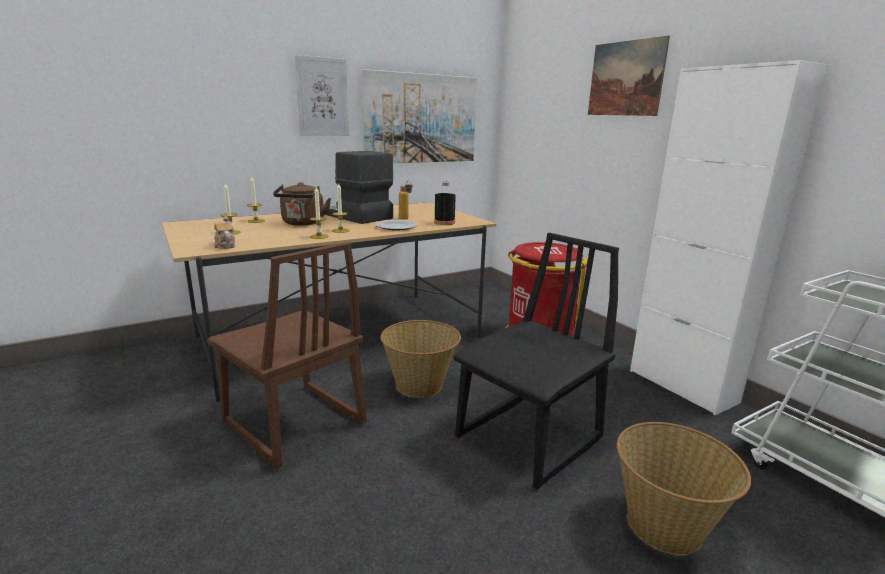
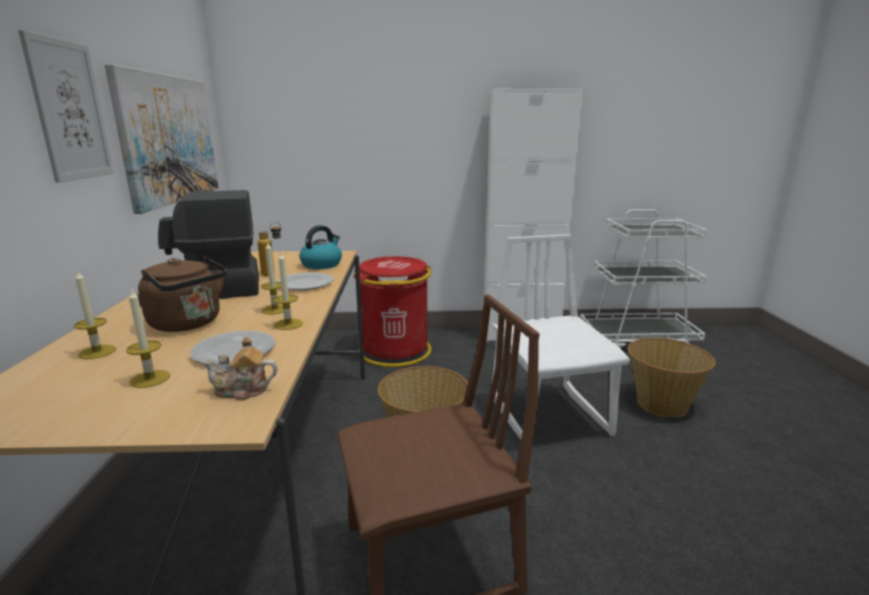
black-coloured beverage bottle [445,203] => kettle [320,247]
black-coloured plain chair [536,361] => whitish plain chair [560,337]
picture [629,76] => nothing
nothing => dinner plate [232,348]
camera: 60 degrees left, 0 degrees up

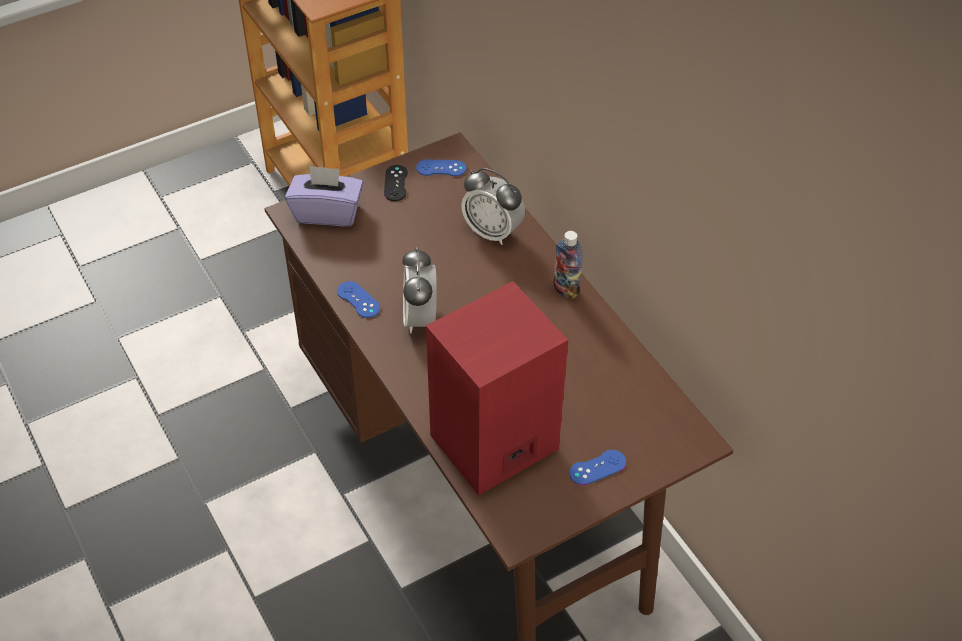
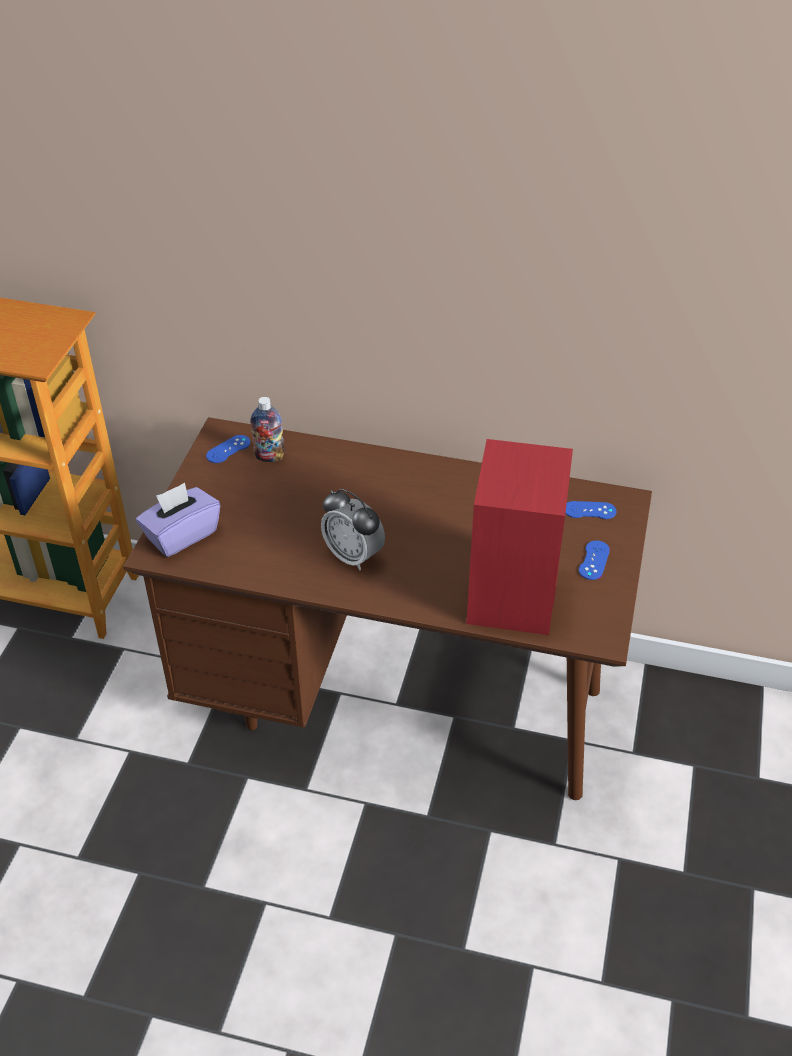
blue-coloured joypad [358,299] => blue-coloured joypad [590,510], shifted
black-coloured joypad [396,183] => nothing
bedside clock [493,206] => nothing
beverage bottle [568,265] => beverage bottle [267,429], shifted
camera: 45 degrees left, 5 degrees down

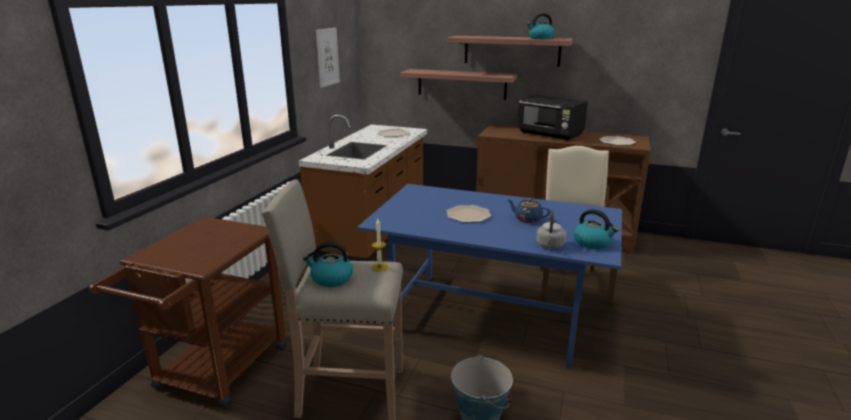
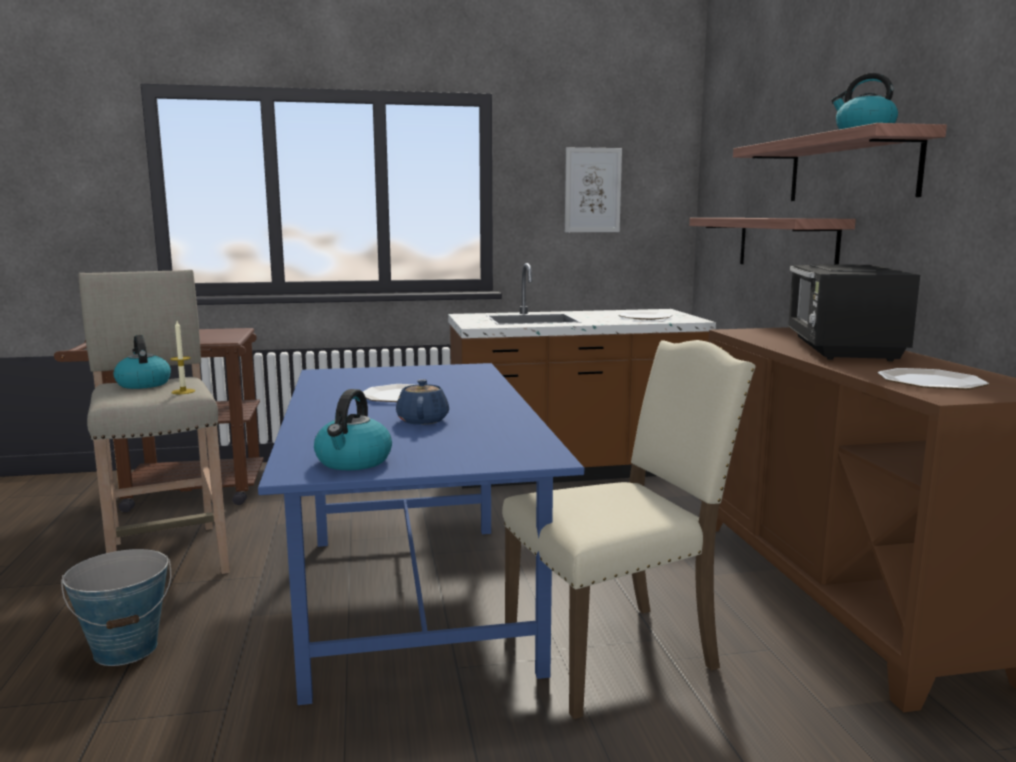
gray kettle [551,230] => nothing
camera: 60 degrees right, 10 degrees down

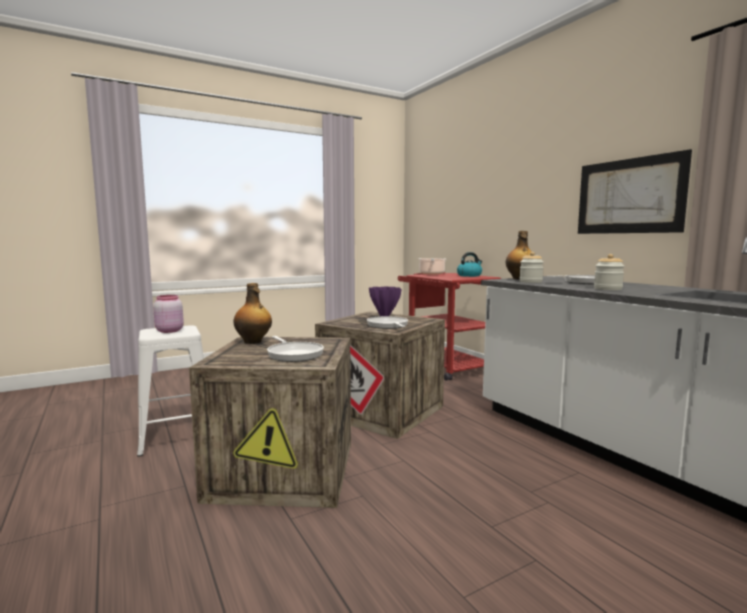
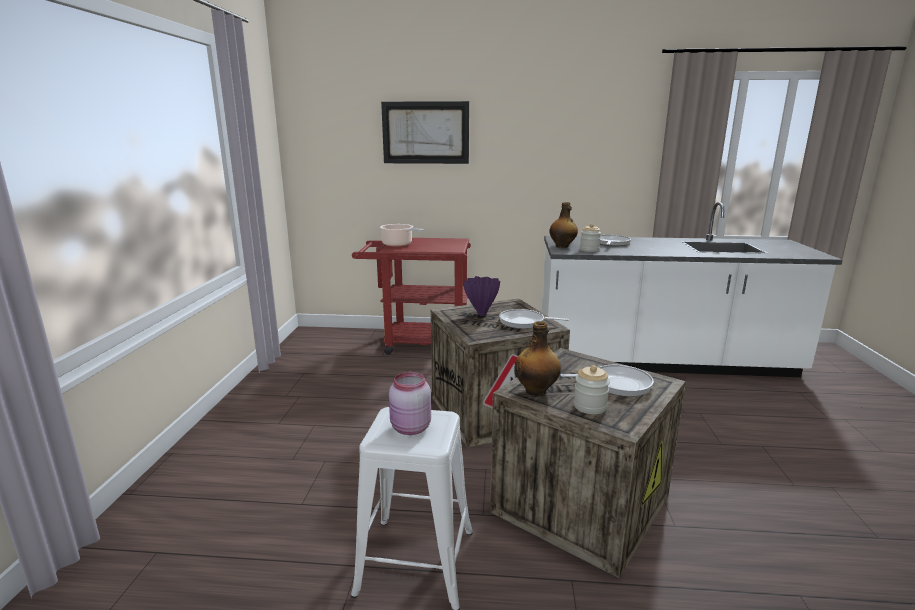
kettle [469,264] => nothing
picture [635,191] => picture [425,132], shifted
jar [609,272] => jar [592,389], shifted
camera: 55 degrees left, 10 degrees up

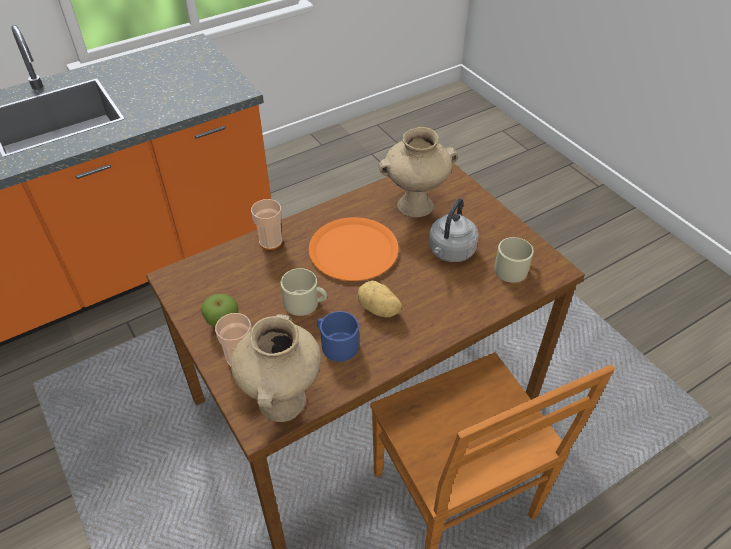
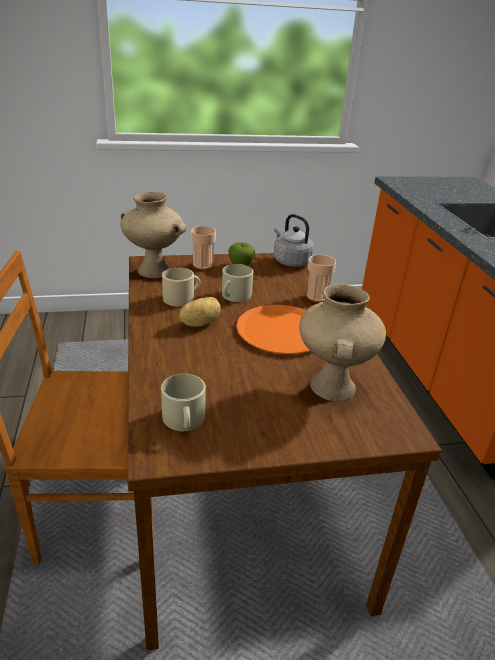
blue-coloured mug [338,336] => beige-coloured mug [181,287]
gray kettle [454,230] => gray kettle [294,240], shifted
camera: 110 degrees right, 15 degrees down

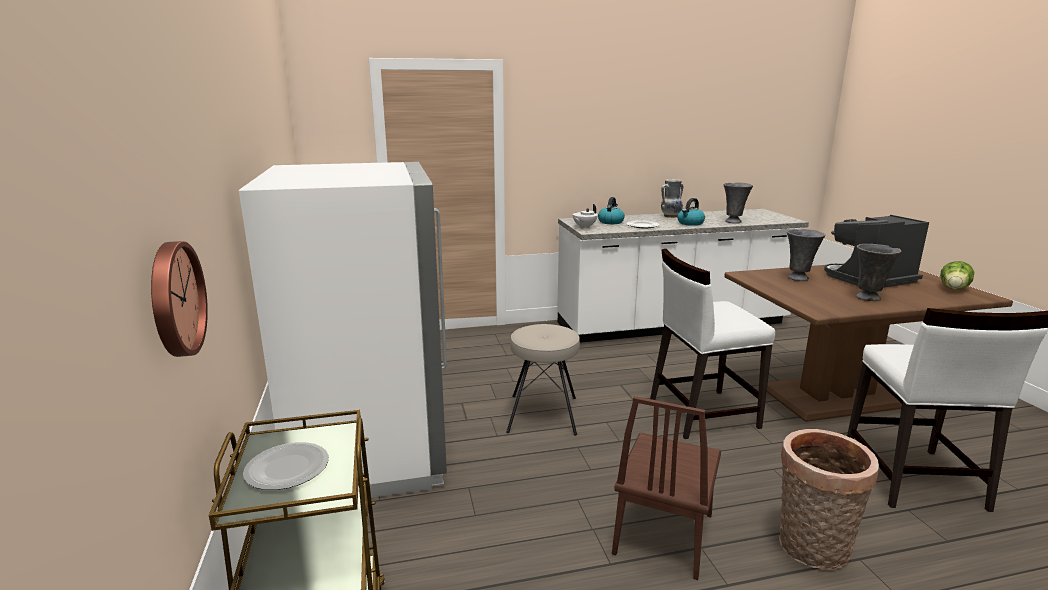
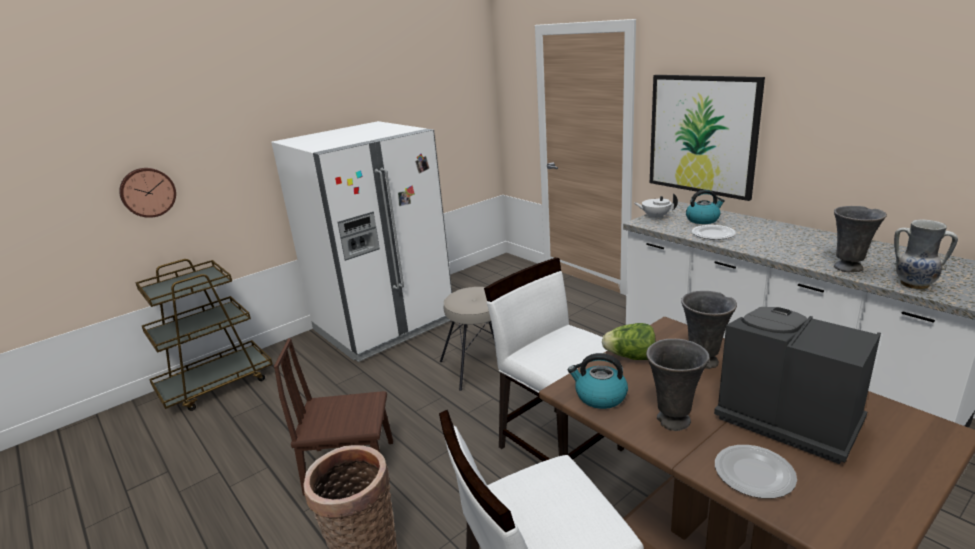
dinner plate [286,466] => dinner plate [756,472], shifted
decorative vase [672,198] => decorative vase [926,254], shifted
kettle [691,212] => kettle [598,381], shifted
lettuce [957,275] => lettuce [629,341], shifted
nothing => picture [707,138]
camera: 65 degrees right, 5 degrees up

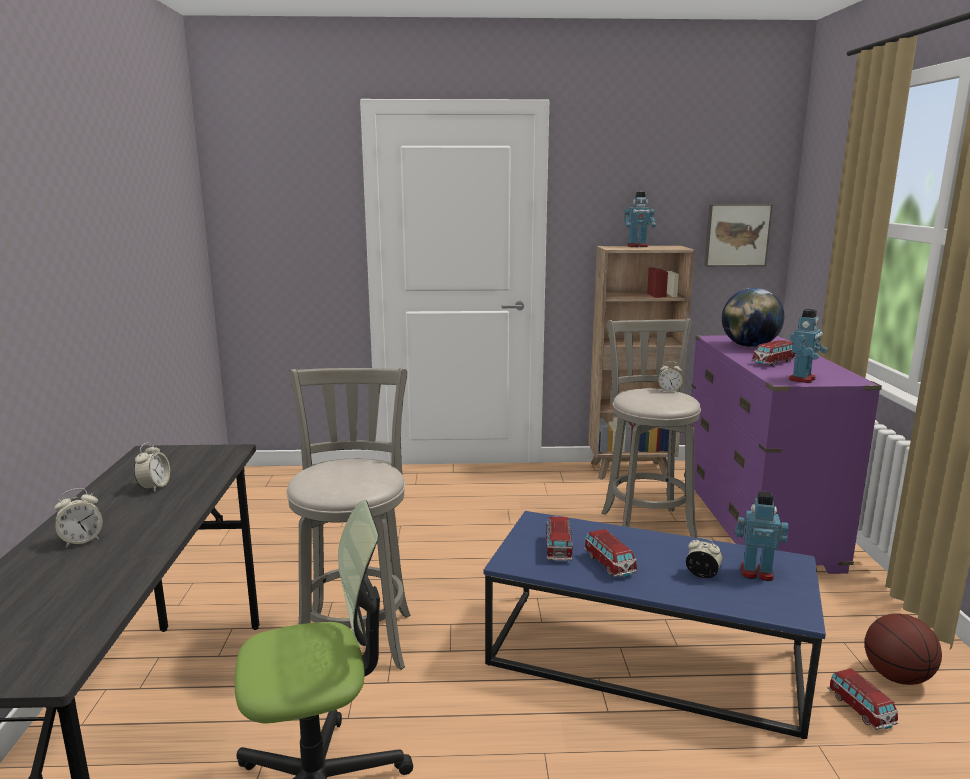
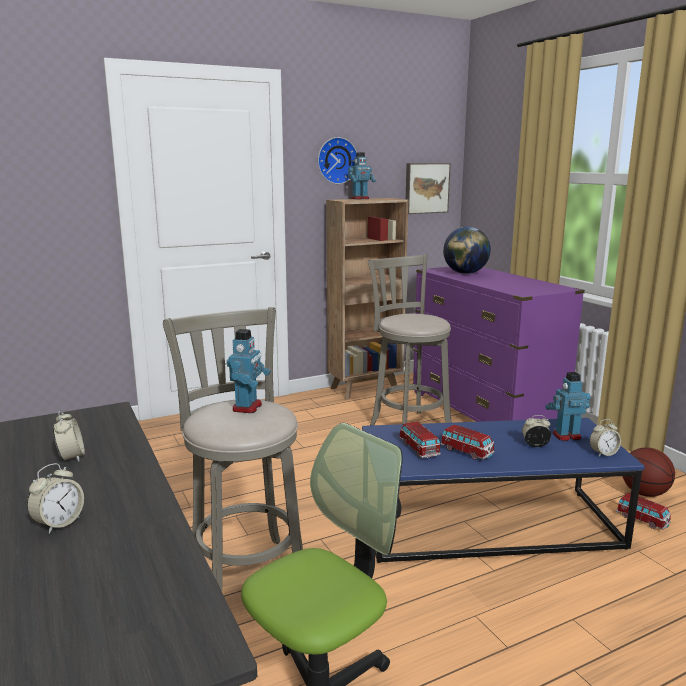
bedside clock [670,376] => bedside clock [605,437], shifted
toy car [773,353] => nothing
toy robot [808,346] => toy robot [249,371], shifted
nothing => clock on the wall [337,160]
camera: 25 degrees left, 0 degrees up

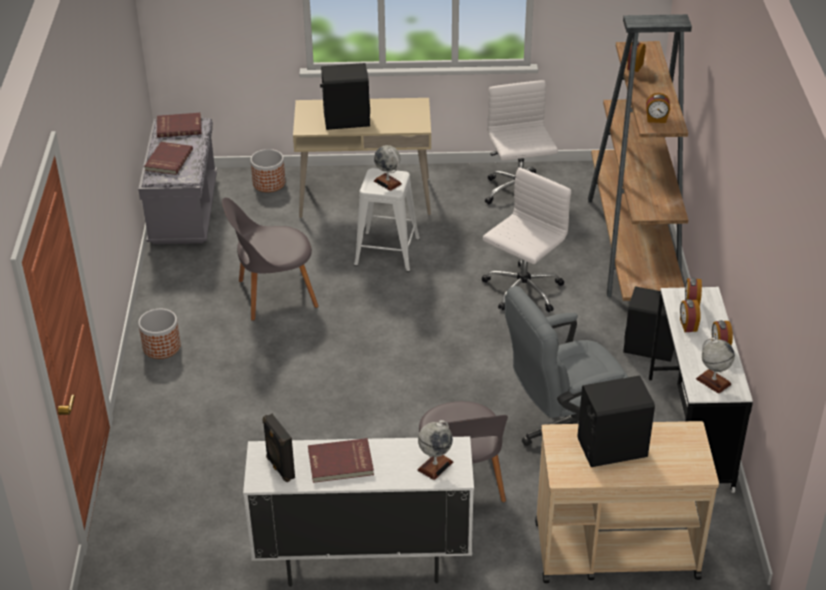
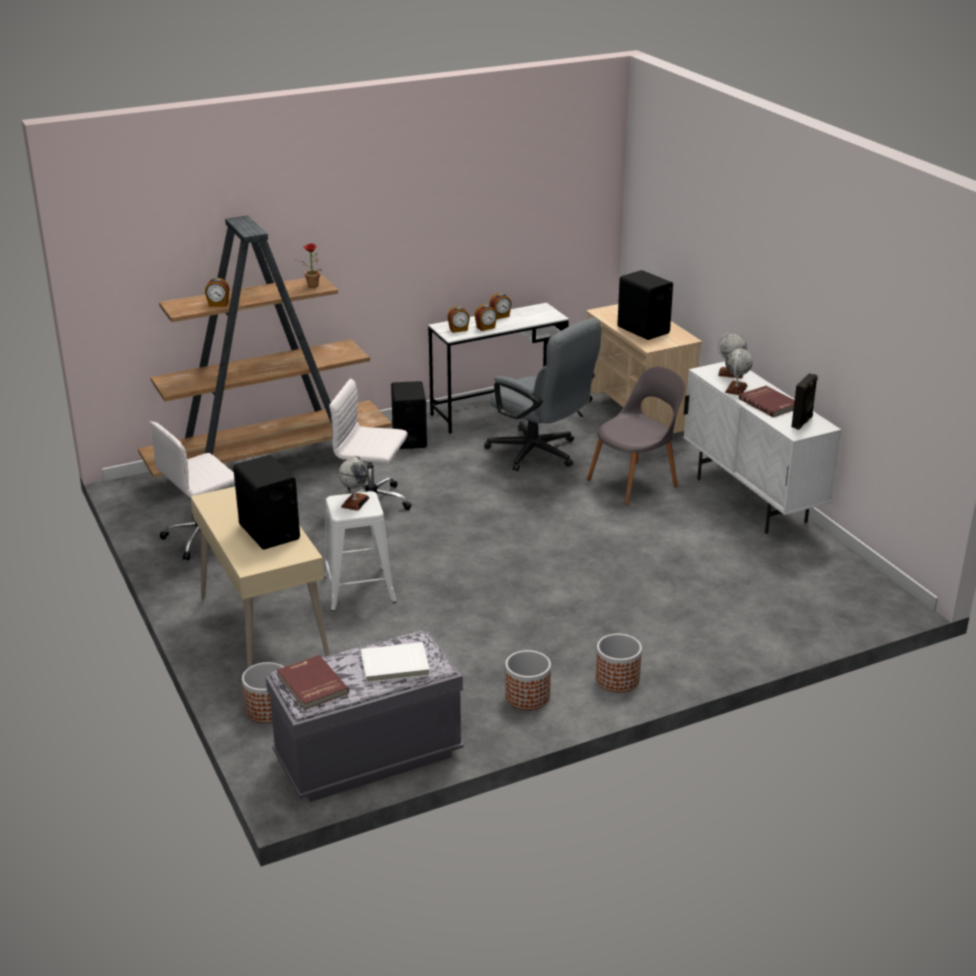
reddish volume [168,158] => whitish volume [395,662]
gray plain chair [270,259] => nothing
bedside clock [658,108] => houseplant [308,265]
world globe [715,366] => world globe [739,371], shifted
nothing => planter [528,680]
camera: 115 degrees left, 10 degrees down

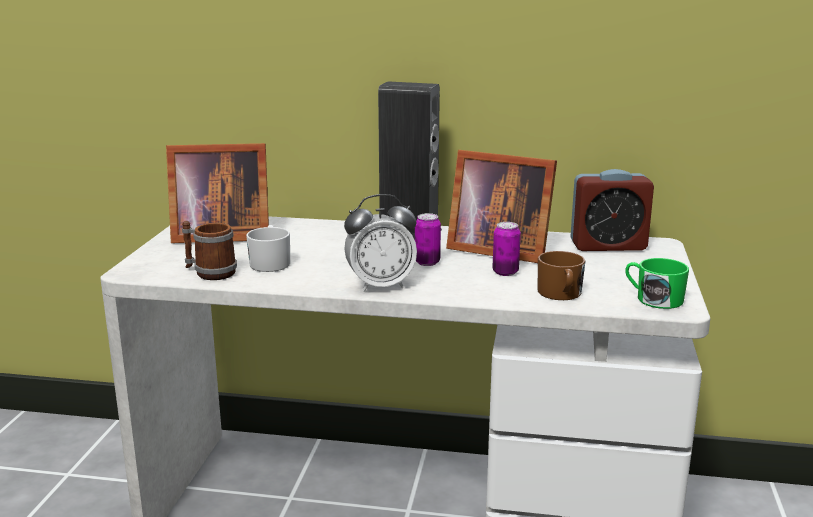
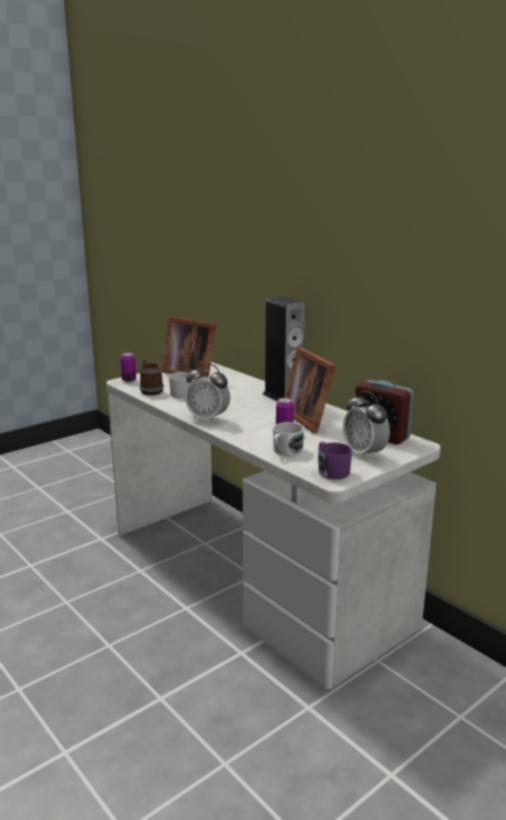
sealed can [428,239] => sealed can [128,367], shifted
brownish mug [561,275] => whitish mug [288,439]
green mug [657,283] => purplish mug [335,460]
nothing => bedside clock [366,425]
camera: 40 degrees right, 0 degrees up

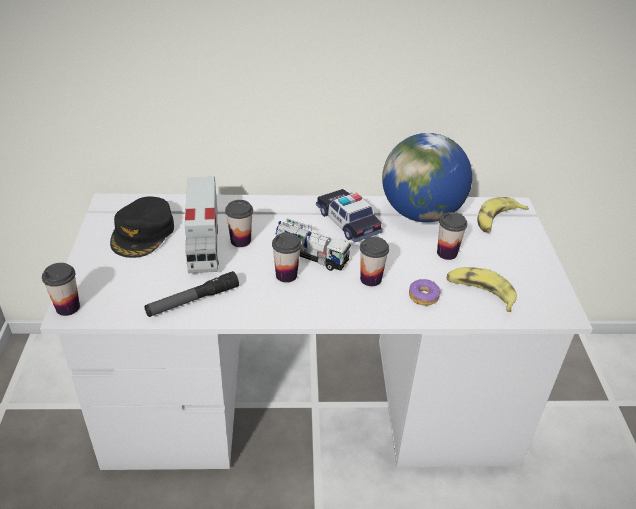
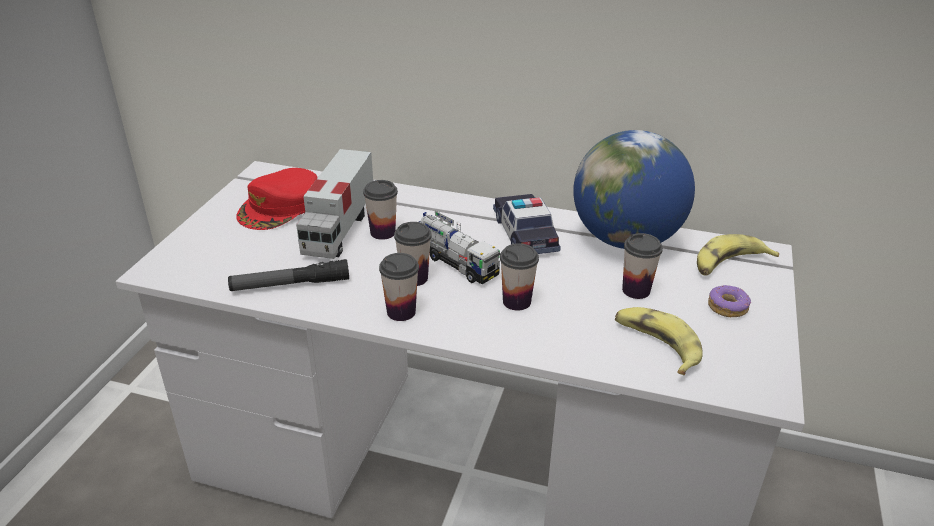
cup [61,289] => cup [399,287], shifted
black-coloured cap [142,227] => reddish cap [276,199]
donut [425,292] => donut [729,301], shifted
camera: 20 degrees right, 5 degrees down

